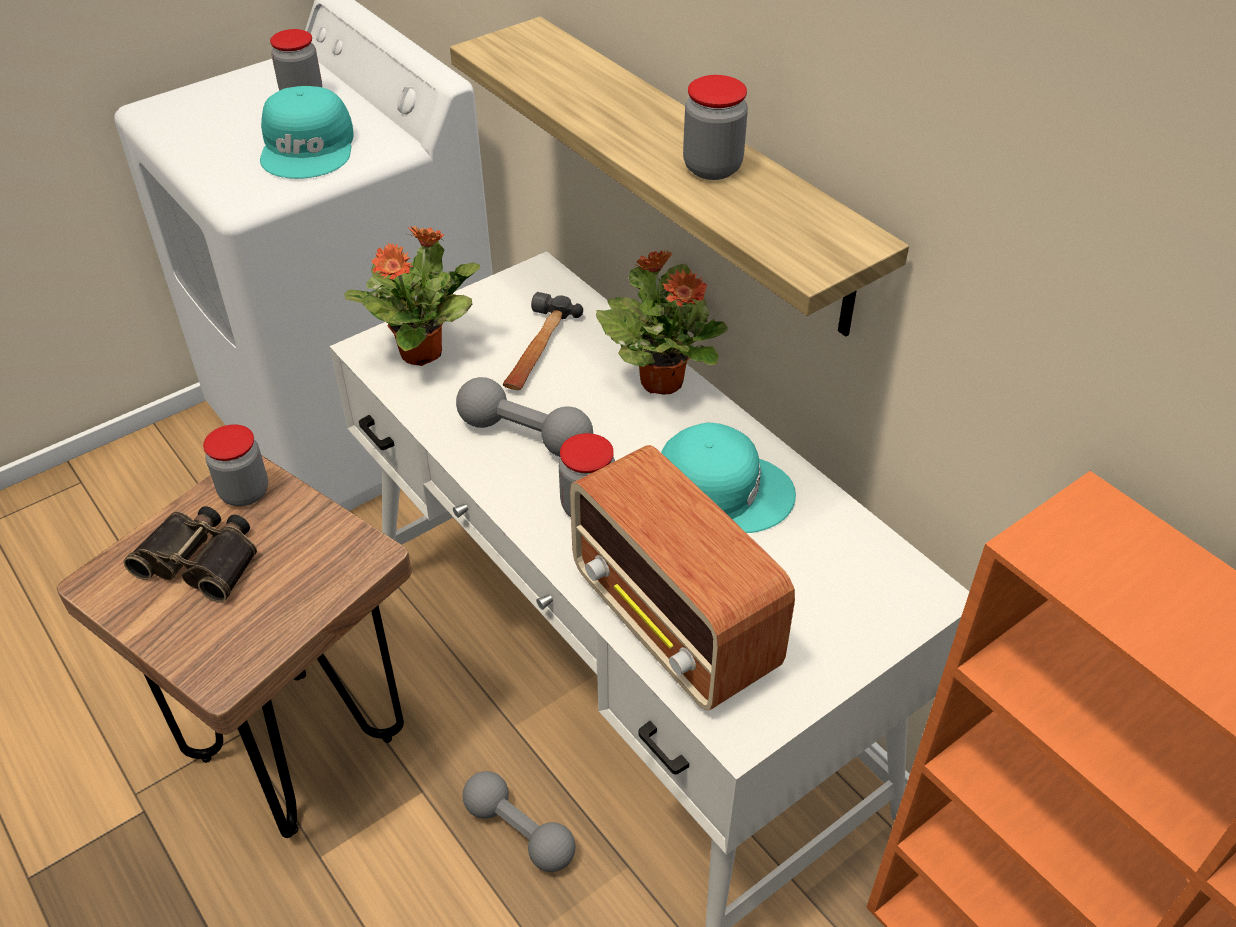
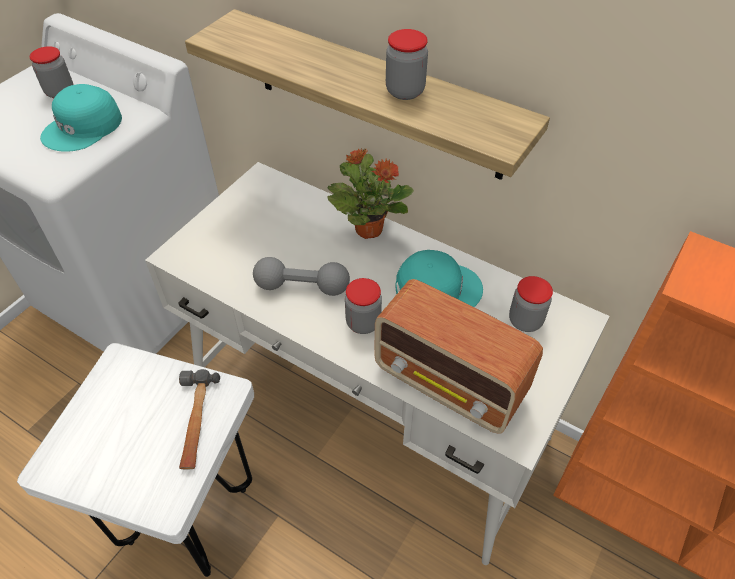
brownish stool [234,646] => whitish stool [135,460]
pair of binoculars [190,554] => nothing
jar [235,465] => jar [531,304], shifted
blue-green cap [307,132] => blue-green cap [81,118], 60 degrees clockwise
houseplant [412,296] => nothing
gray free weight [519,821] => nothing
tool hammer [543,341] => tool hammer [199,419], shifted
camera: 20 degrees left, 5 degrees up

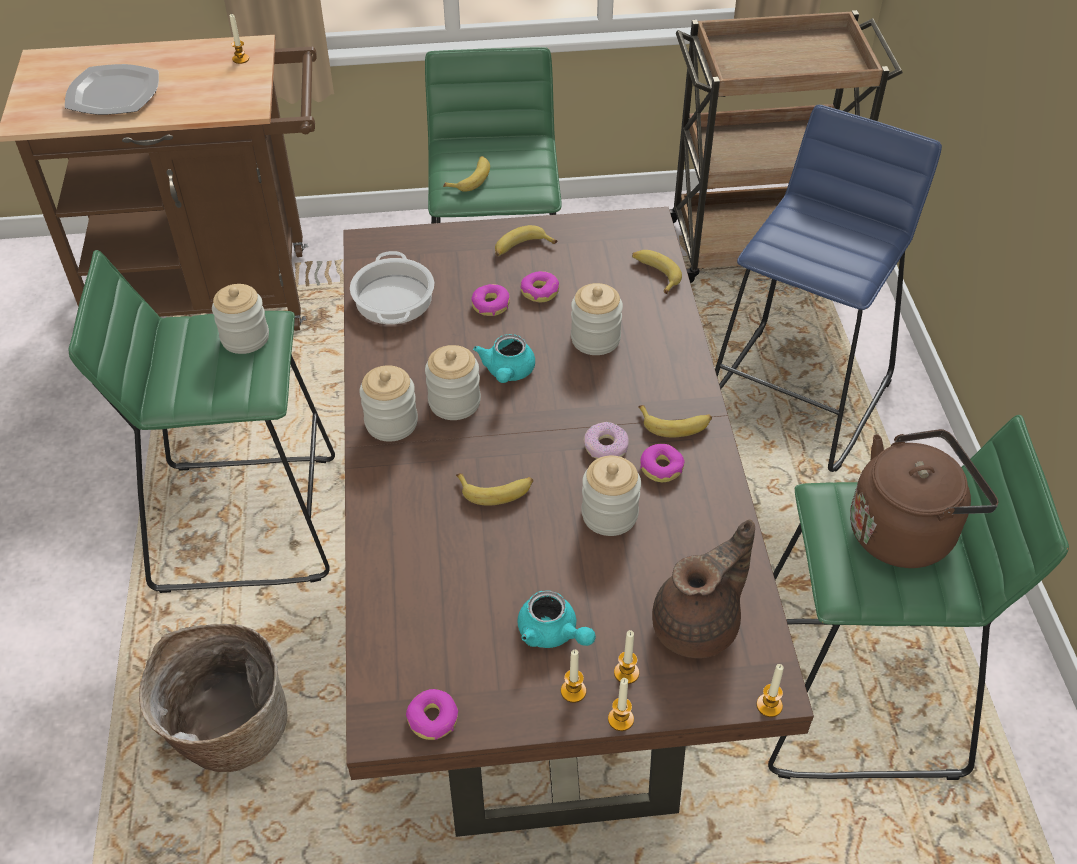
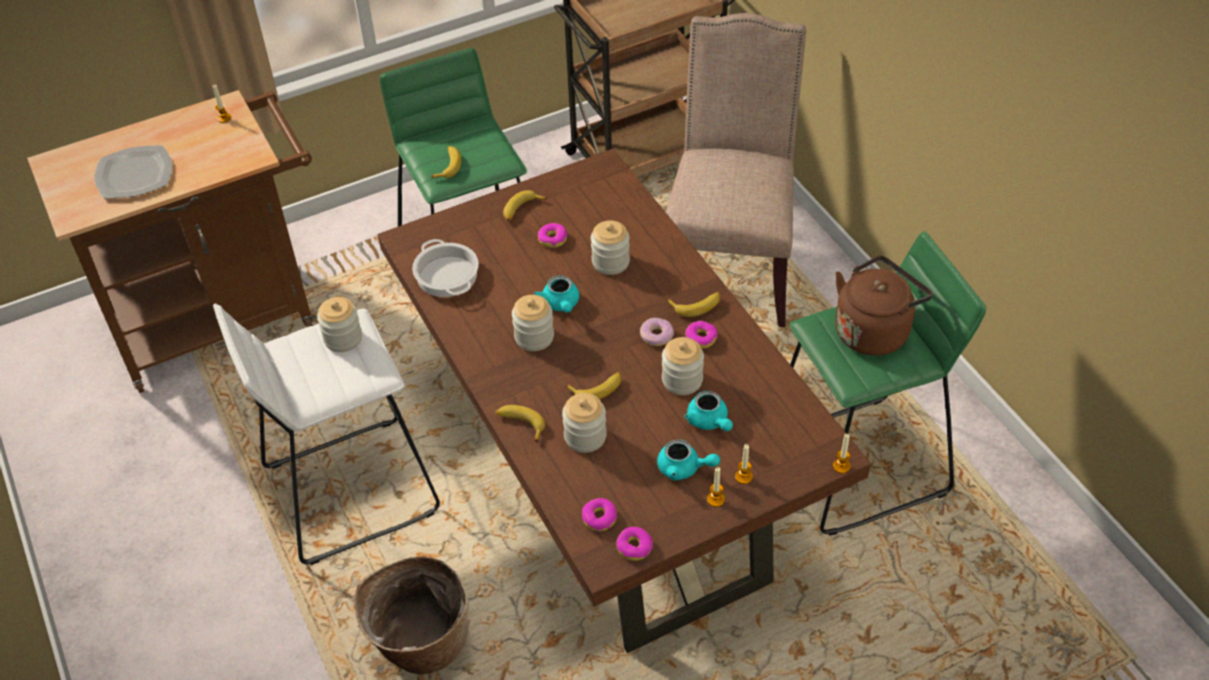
green stool [202,421] => whitish stool [326,434]
jar [388,403] => jar [584,423], shifted
donut [490,300] => donut [599,514], shifted
wax light [621,704] => nothing
whole banana [657,272] => whole banana [520,423], shifted
brownish pot for tea [703,588] => nothing
blue-coloured stool [828,288] => beige-coloured plain chair [736,170]
nothing => blue-green pot for tea [709,411]
camera: 20 degrees left, 0 degrees up

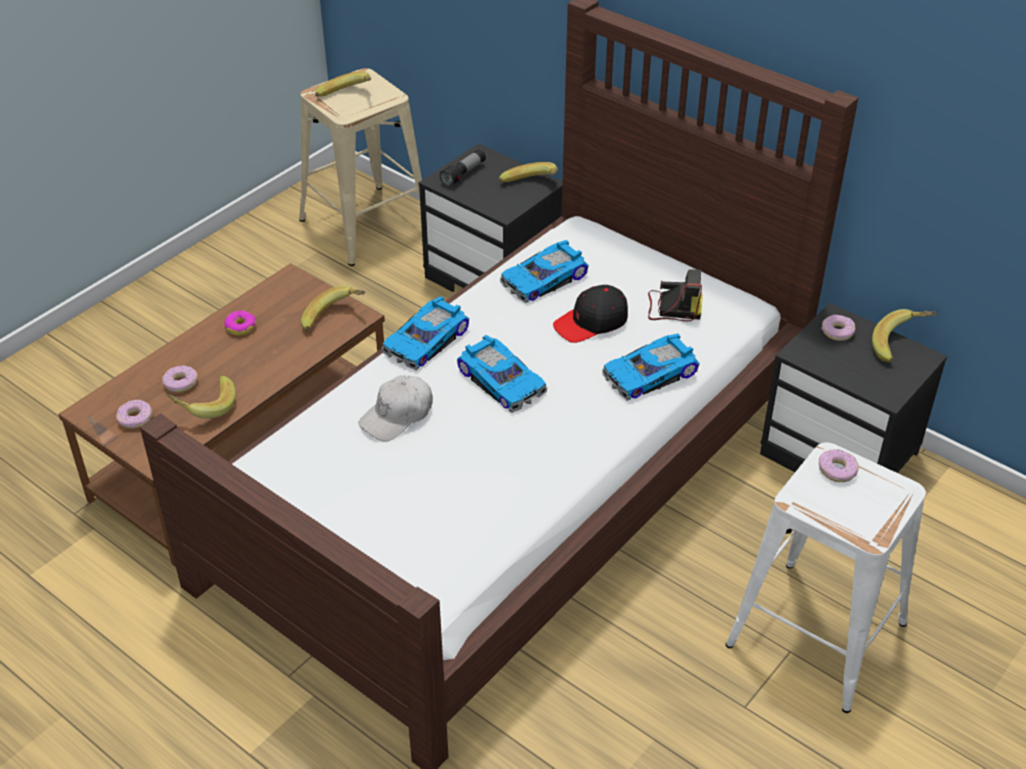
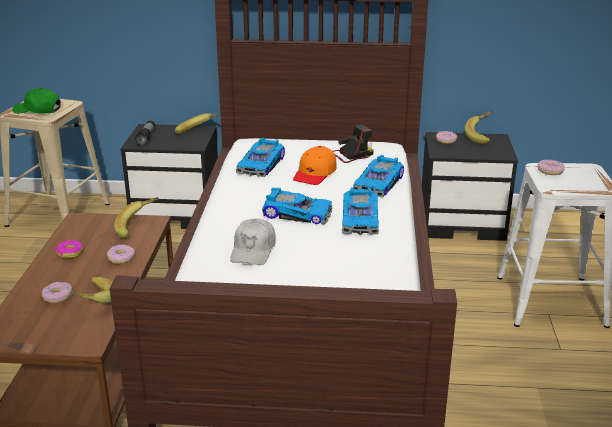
donut [134,414] => donut [121,254], shifted
whole banana [343,84] => green cap [37,101]
toy car [425,333] => toy car [360,211], shifted
black-coloured cap [590,314] => orange-coloured cap [314,165]
camera: 35 degrees left, 15 degrees down

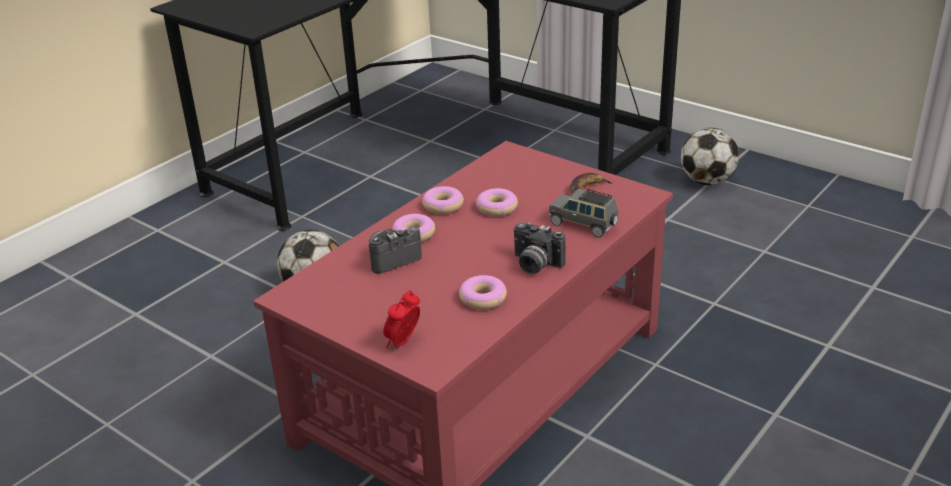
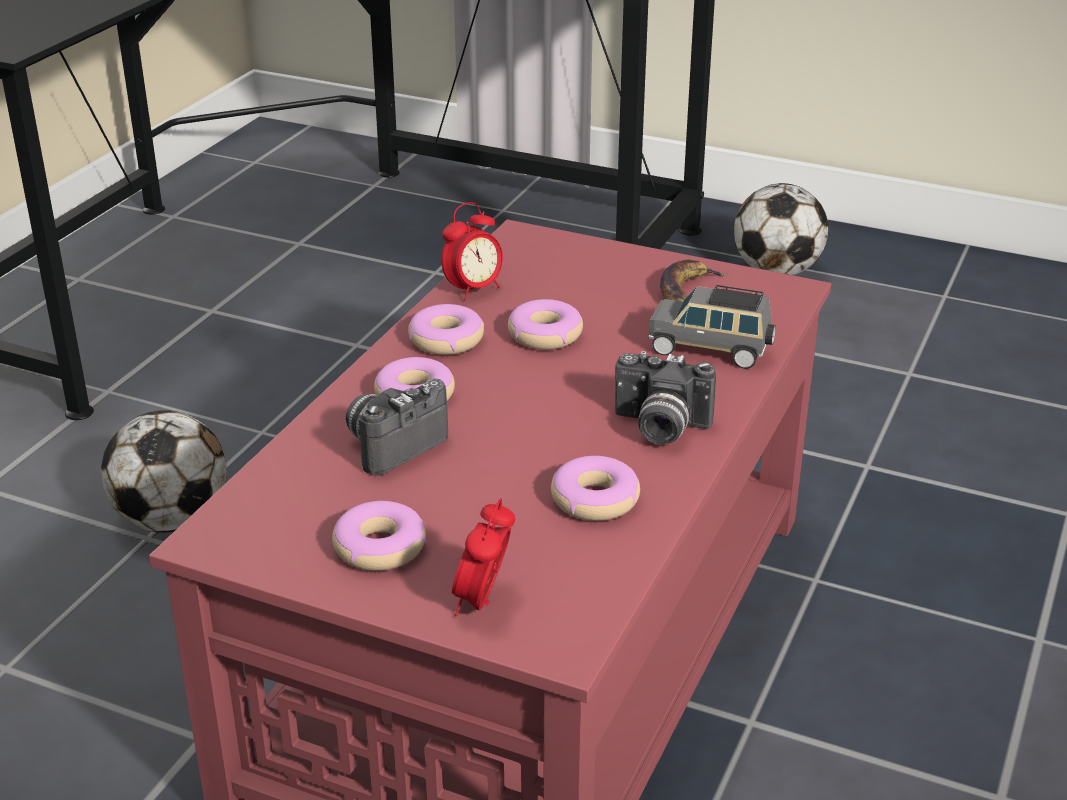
nothing => donut [379,536]
nothing => bedside clock [472,251]
camera: 15 degrees left, 0 degrees up

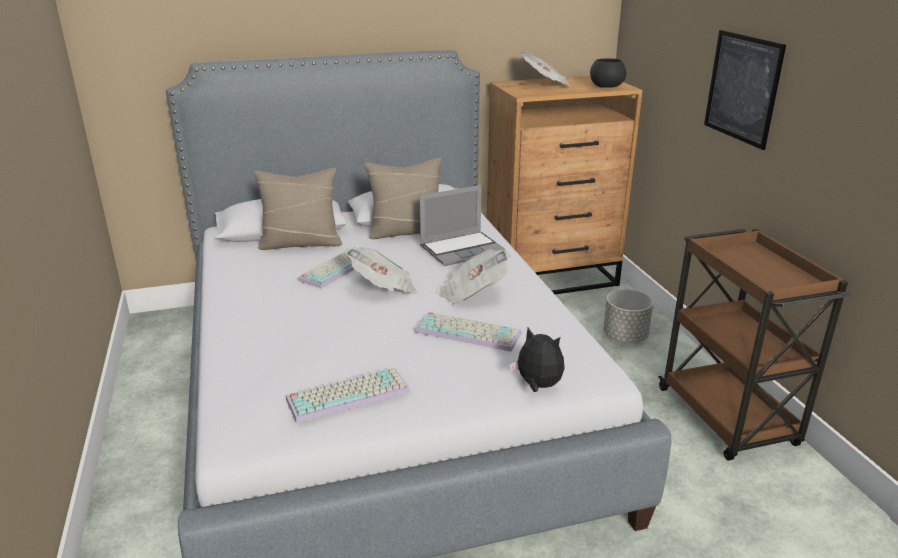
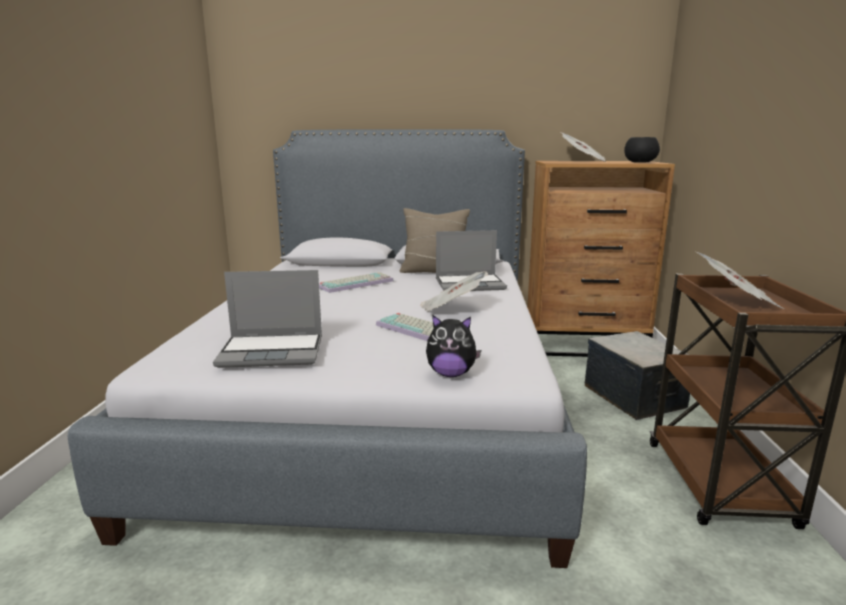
beige-coloured pillow [298,209] => nothing
computer keyboard [348,395] => laptop [267,319]
daily paper [381,271] => daily paper [740,280], shifted
cuddly toy [537,360] => cuddly toy [453,345], 135 degrees clockwise
gray planter [628,316] => storage box [637,375]
picture [745,90] => nothing
camera: 20 degrees right, 10 degrees down

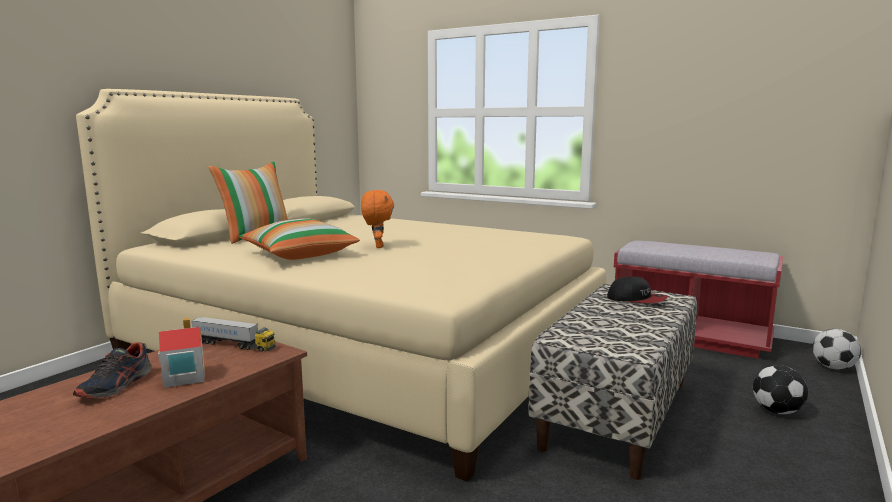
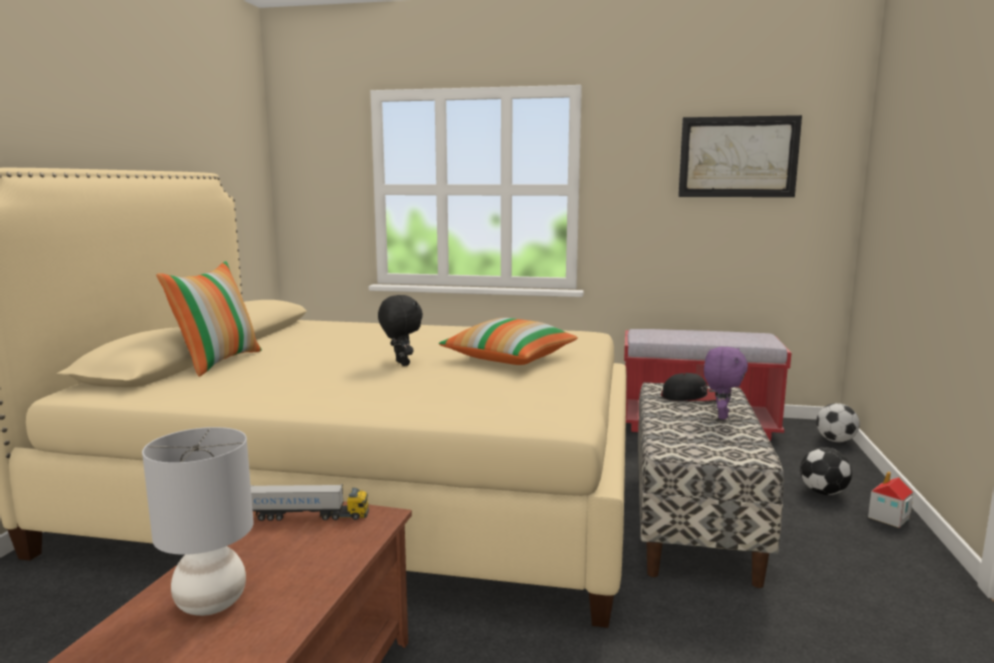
item of footwear [112,370] => gray table lamp [198,521]
model house [181,353] => model house [890,499], shifted
pillow [299,239] => pillow [508,341], shifted
orange-coloured cuddly toy [377,219] => black-coloured cuddly toy [400,330]
nothing => picture [740,156]
nothing => purplish cuddly toy [726,383]
camera: 20 degrees left, 0 degrees up

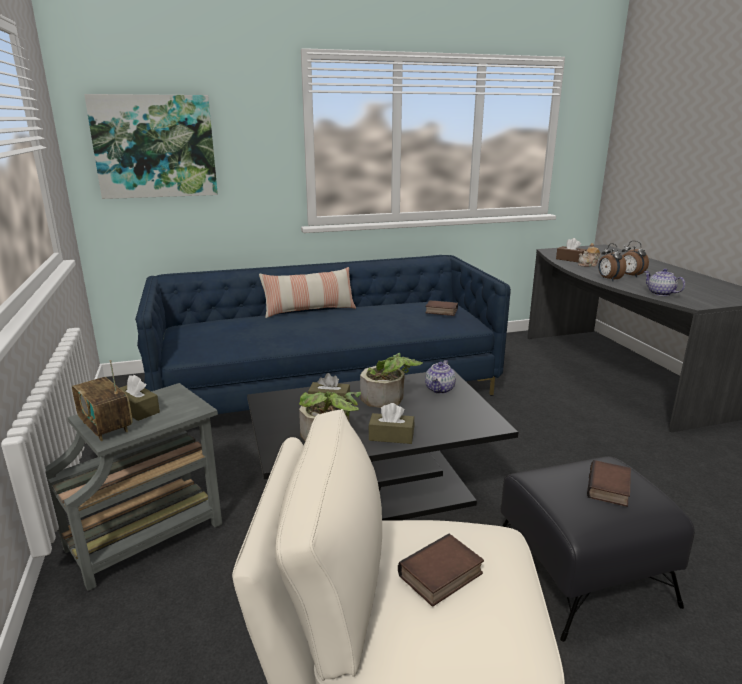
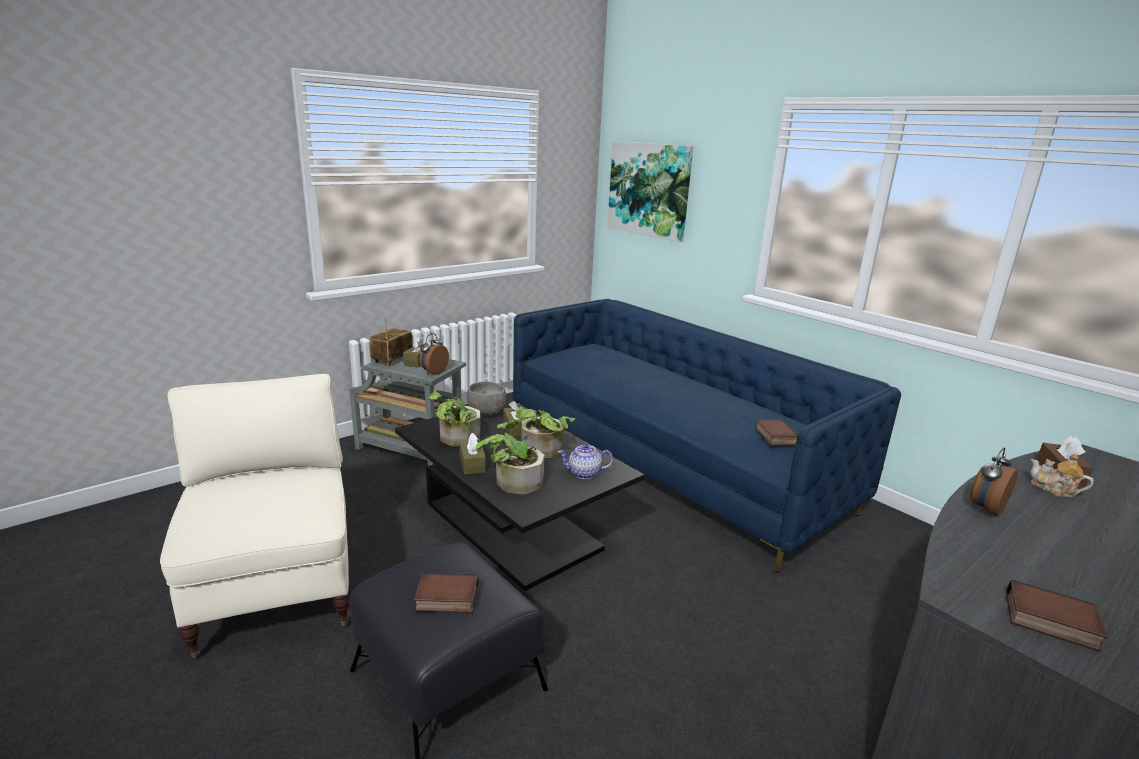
pillow [307,292] => nothing
volume [441,570] => volume [1057,616], shifted
bedside clock [635,259] => bedside clock [434,354], shifted
pot for tea [664,282] => nothing
nothing => gray deep dish [486,398]
nothing => houseplant [510,457]
camera: 65 degrees right, 0 degrees up

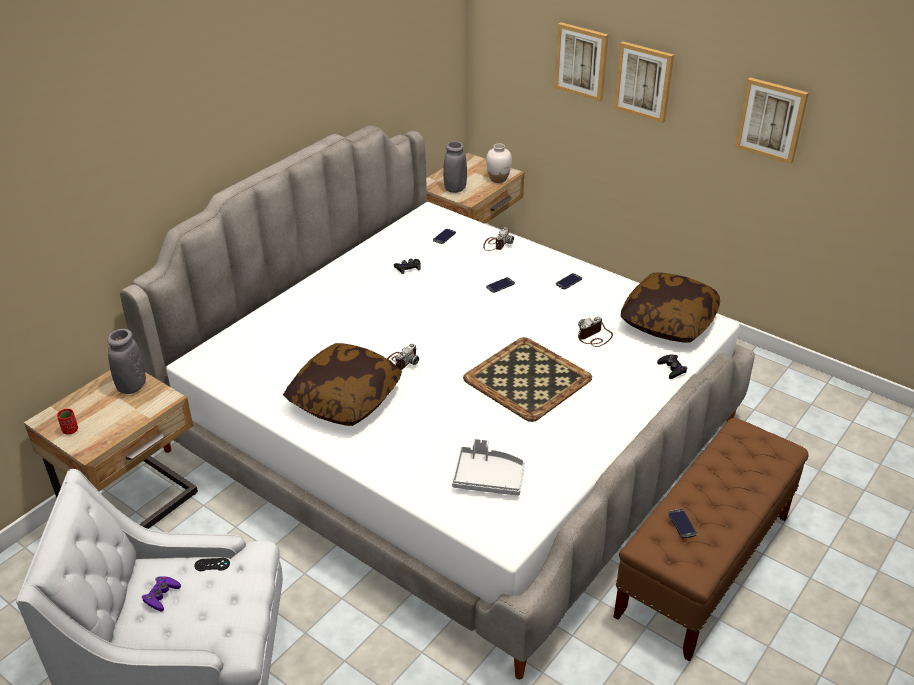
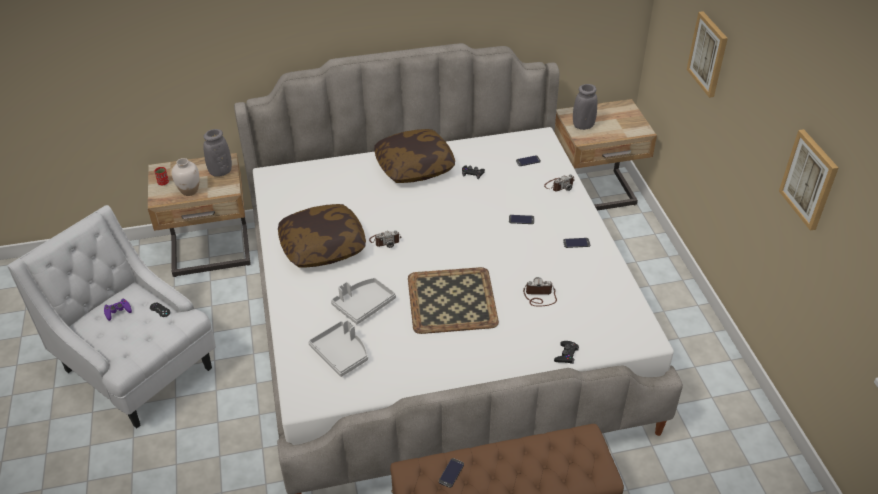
whitish decorative vase [499,163] => whitish decorative vase [185,177], shifted
picture [644,82] => nothing
pillow [670,307] => pillow [414,156], shifted
nothing => gray carrying tray [363,301]
camera: 40 degrees right, 5 degrees up

